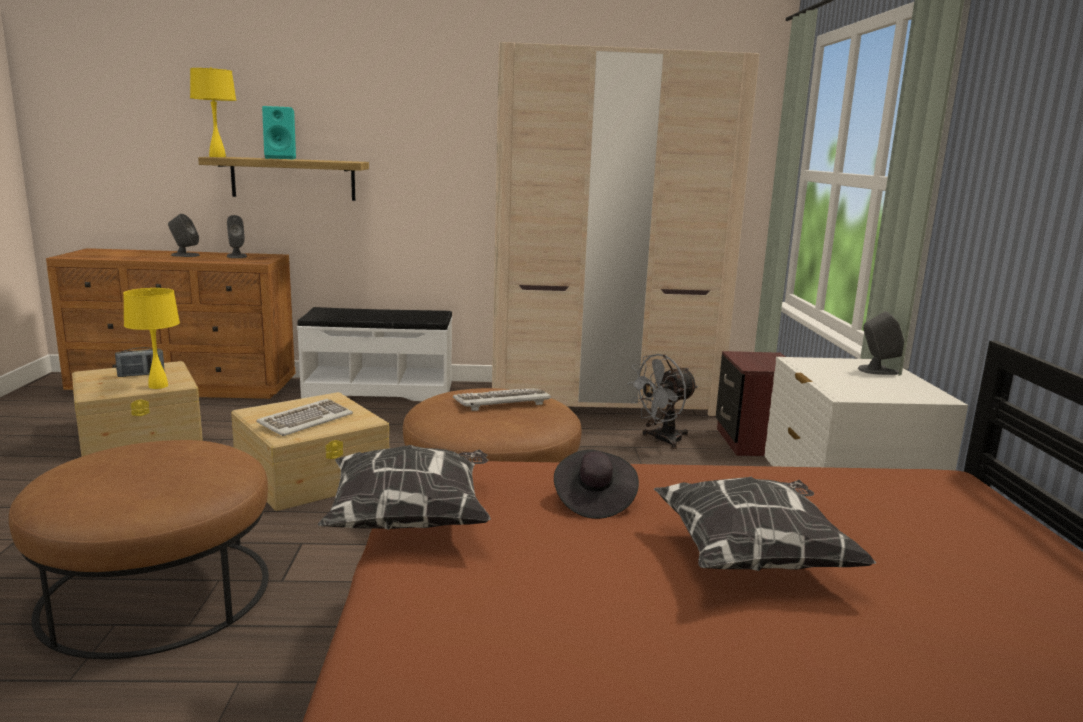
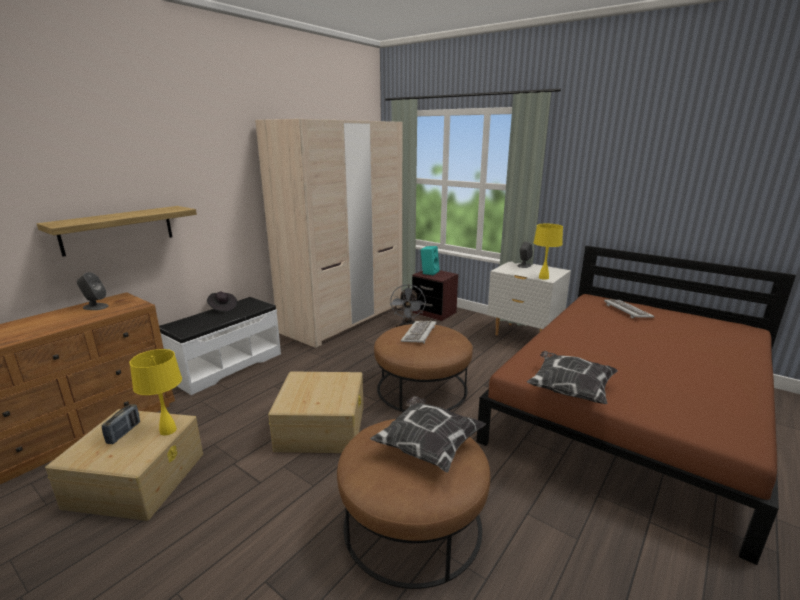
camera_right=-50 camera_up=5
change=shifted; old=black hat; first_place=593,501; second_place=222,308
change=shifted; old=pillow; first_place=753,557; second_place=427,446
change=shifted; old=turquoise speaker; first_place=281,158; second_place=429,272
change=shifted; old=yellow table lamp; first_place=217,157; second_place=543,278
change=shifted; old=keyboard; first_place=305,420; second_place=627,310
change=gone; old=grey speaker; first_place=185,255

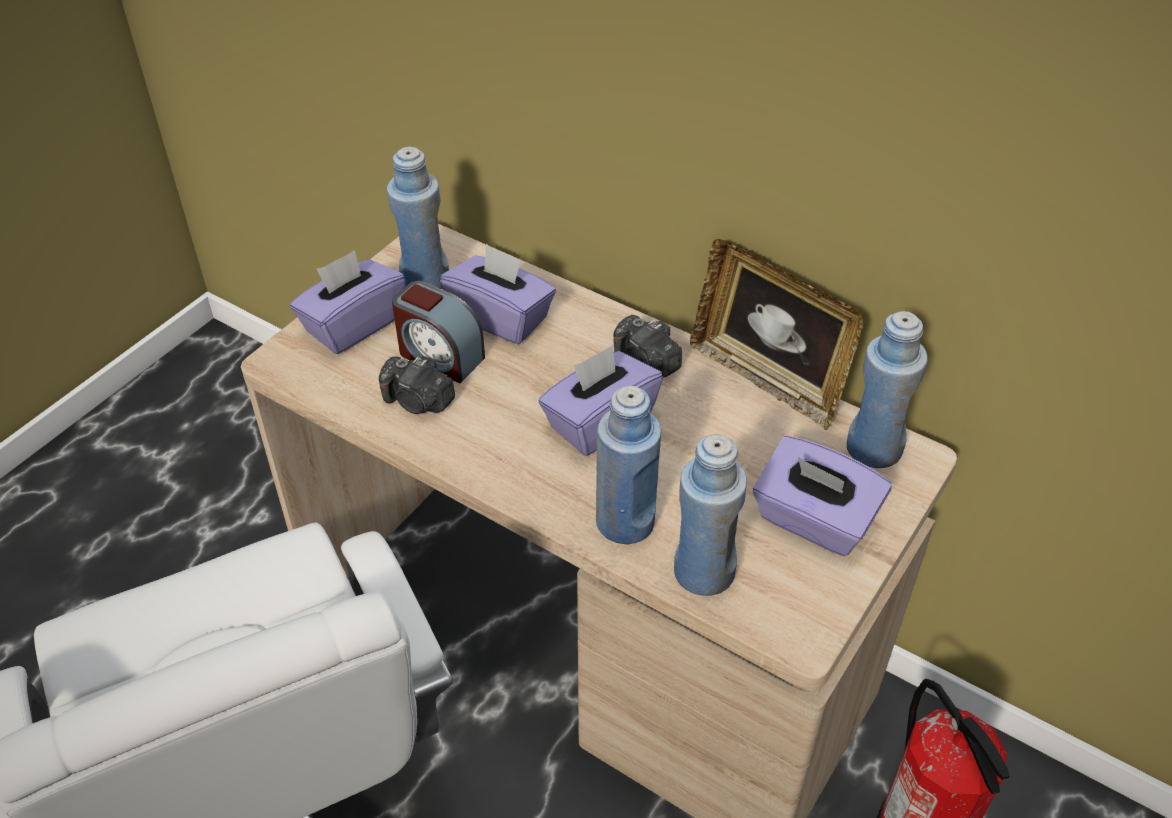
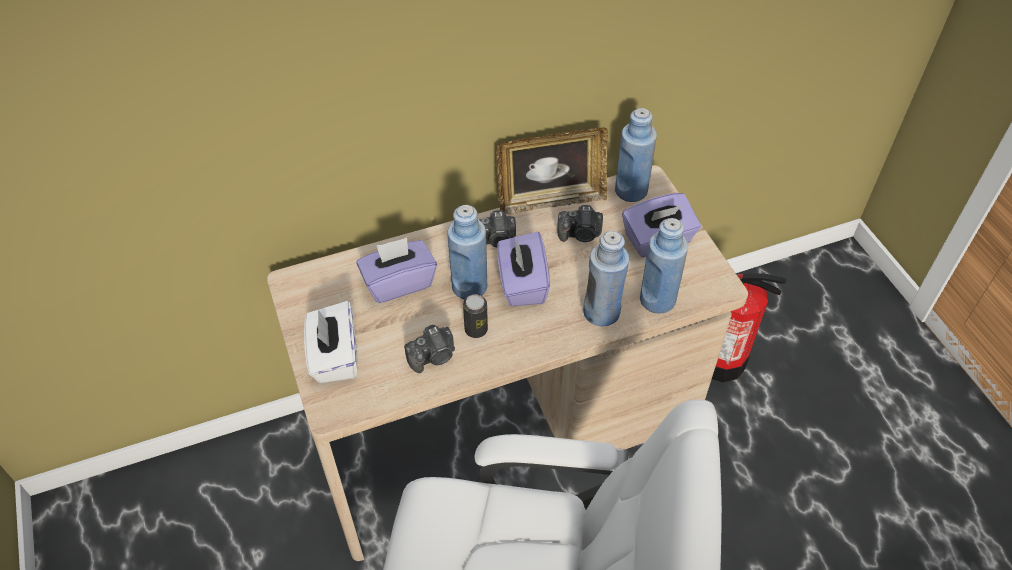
camera_right=-55 camera_up=5
change=repainted; old=purple tissue box; new=white tissue box; first_place=353,325; second_place=334,357
change=shifted; old=blue bottle; first_place=425,279; second_place=469,287
change=new; new=can; second_place=476,329
change=new; new=photo camera; second_place=580,234
change=gone; old=alarm clock; first_place=439,356

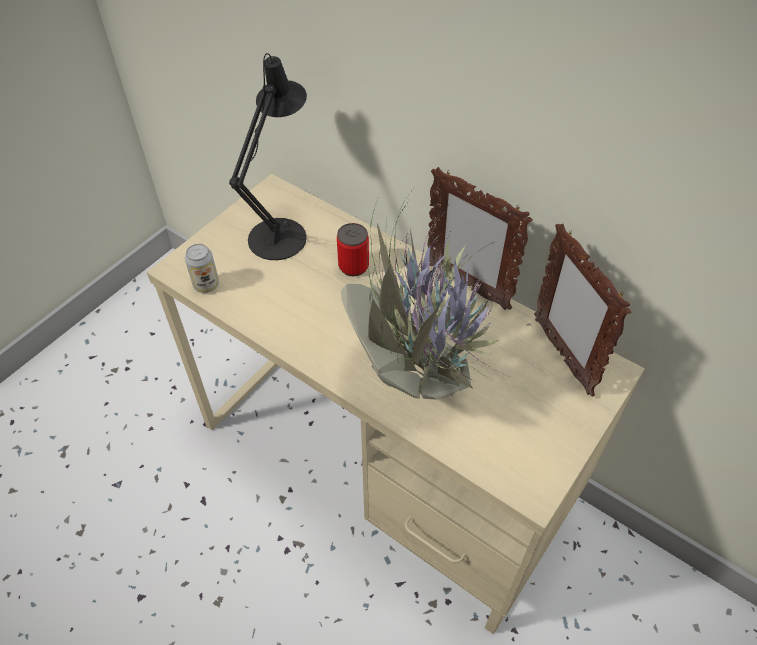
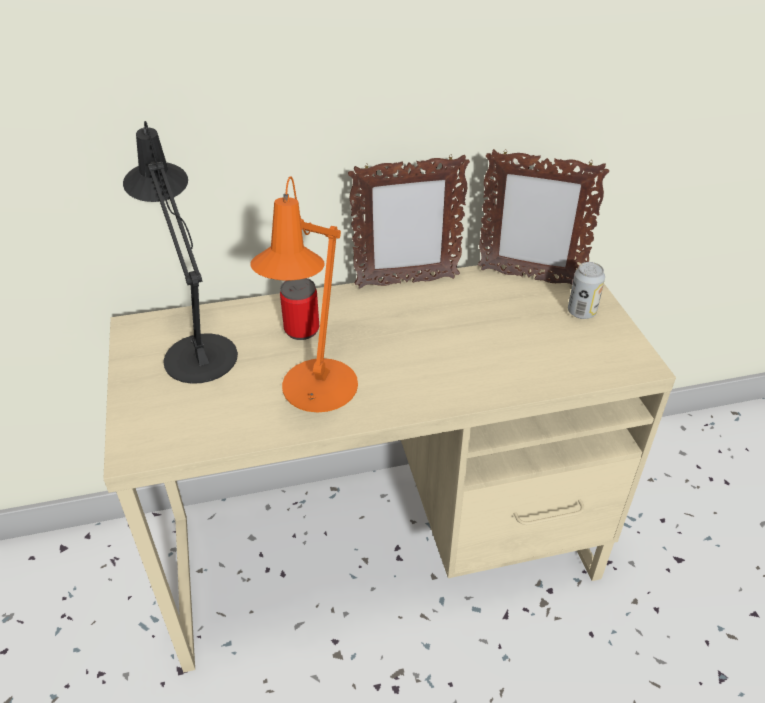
camera_right=-50 camera_up=-10
change=new; new=orange table lamp; second_place=316,393
change=shifted; old=can; first_place=206,285; second_place=581,312
change=gone; old=potted plant; first_place=418,373

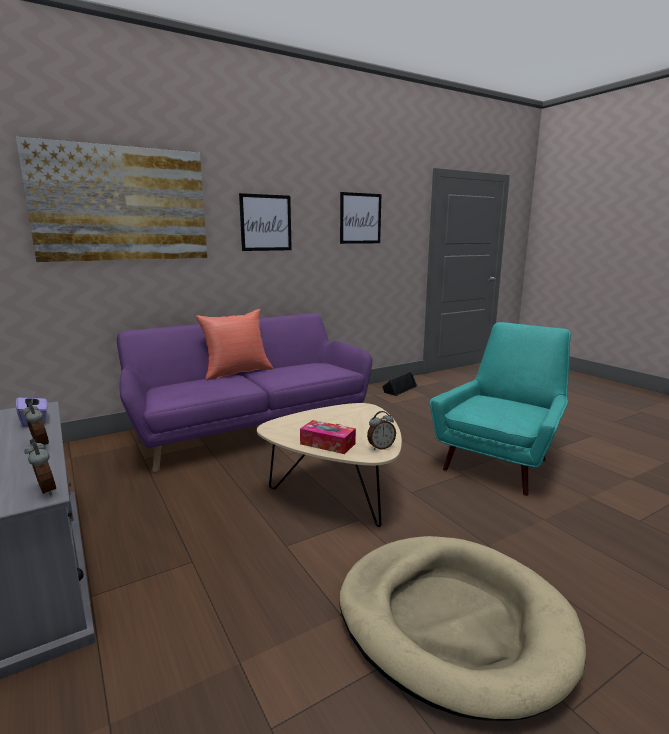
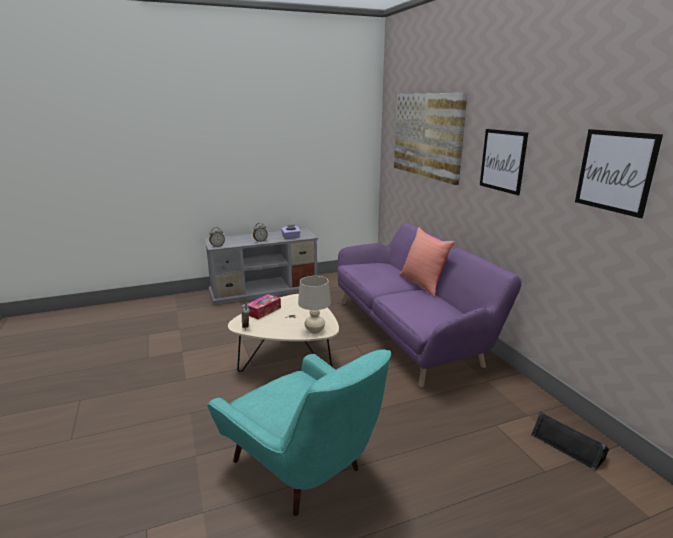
camera_right=100 camera_up=5
change=new; new=beige table lamp; second_place=315,331
change=gone; old=beige dog bed; first_place=453,622

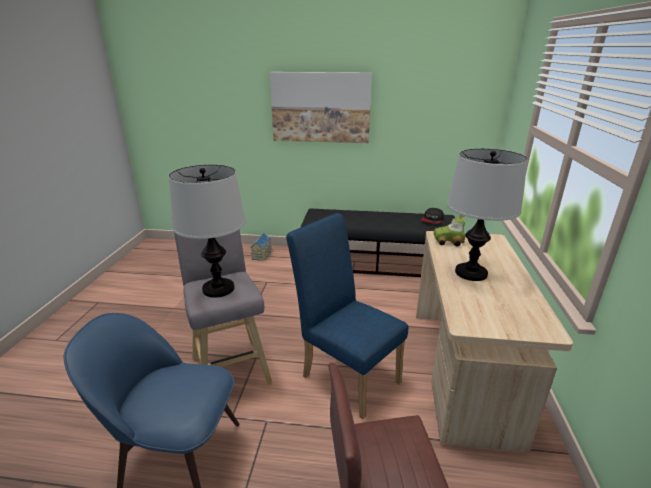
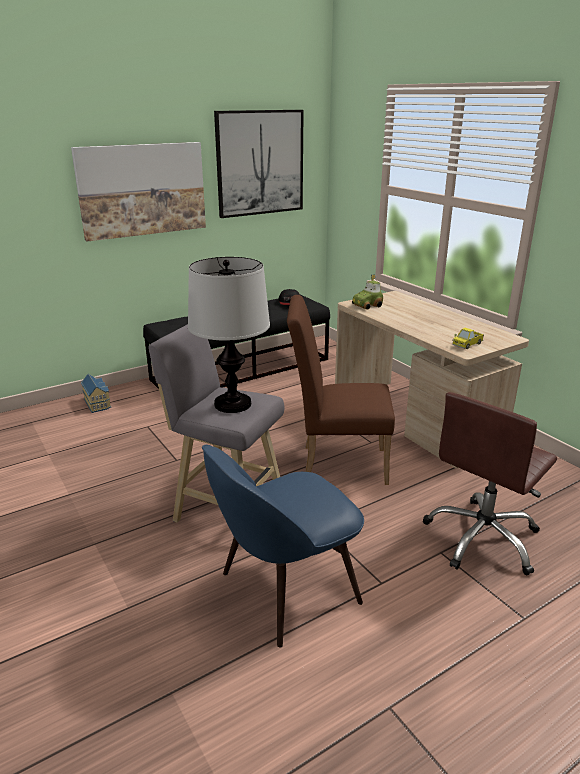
camera_right=-40 camera_up=0
change=new; new=picture; second_place=260,163
change=repainted; old=blue chair; new=brown chair; first_place=346,374; second_place=336,463
change=new; new=toy truck; second_place=467,344
change=gone; old=table lamp; first_place=470,272

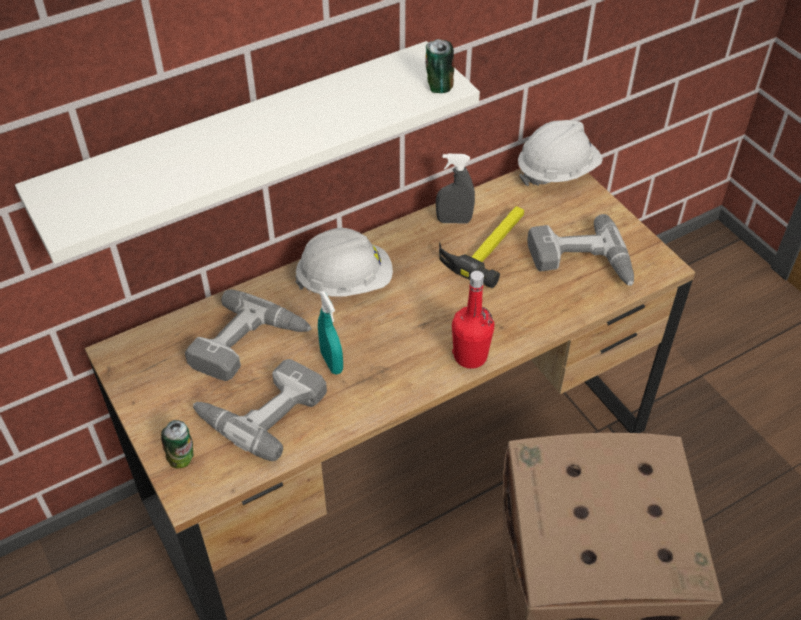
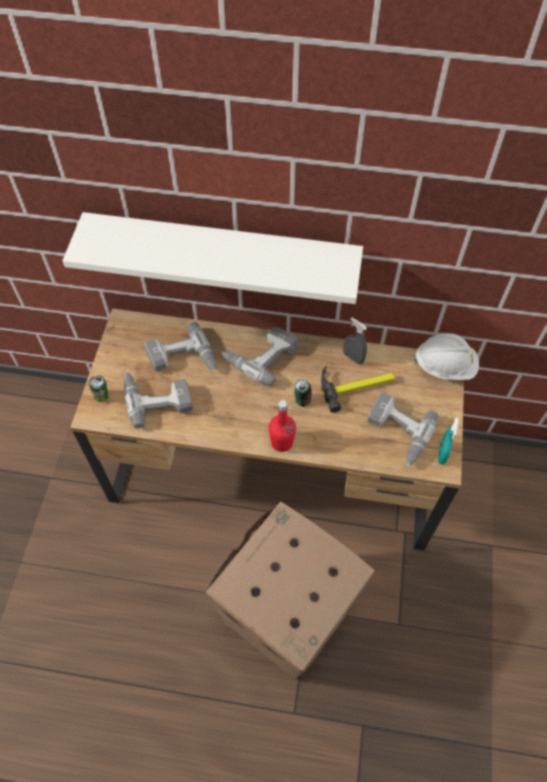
camera_right=40 camera_up=10
change=swapped; old=white hard hat; new=power drill; first_place=345,282; second_place=260,356
change=shifted; old=can; first_place=438,87; second_place=302,400
change=shifted; old=turquoise spray bottle; first_place=331,362; second_place=442,454

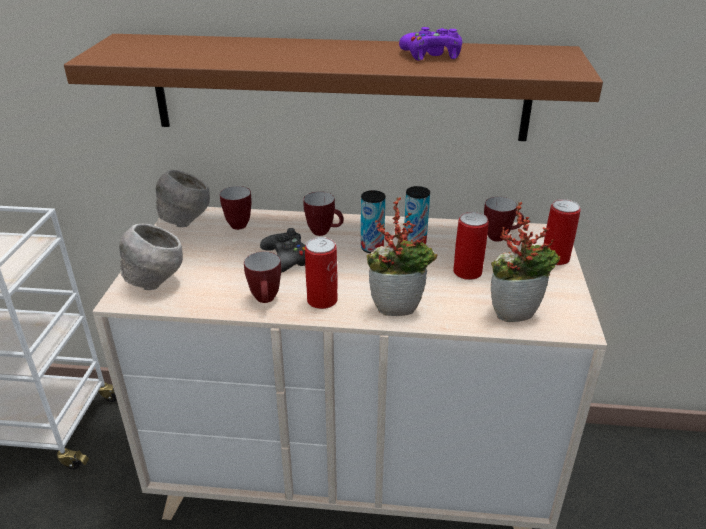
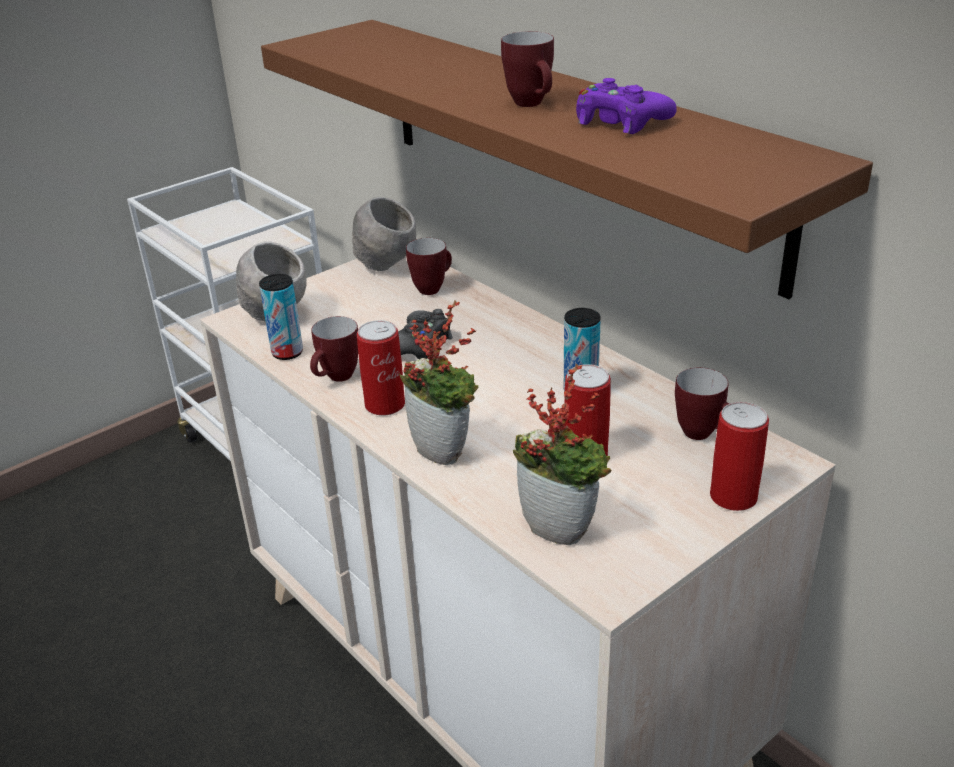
camera_right=45 camera_up=0
change=shifted; old=can; first_place=372,248; second_place=287,353
change=shifted; old=mug; first_place=324,232; second_place=532,105

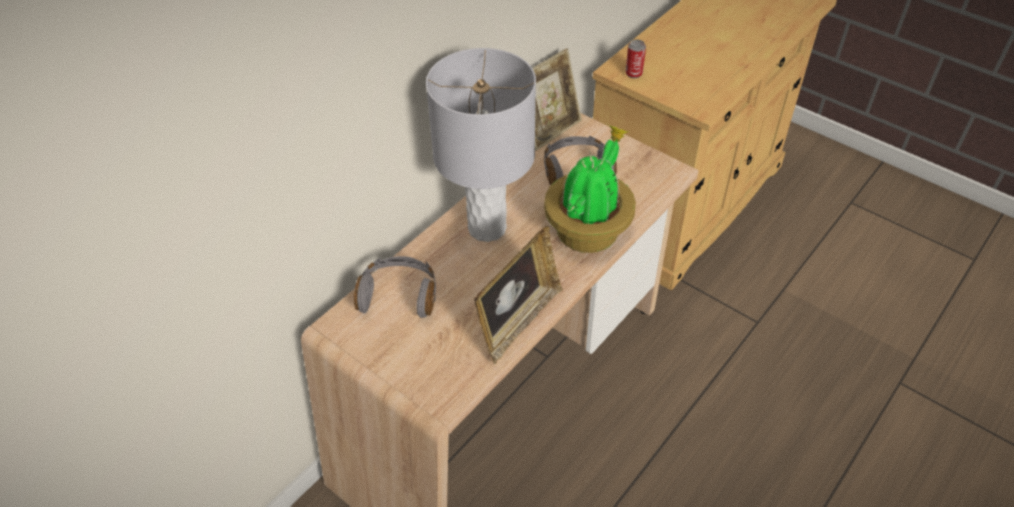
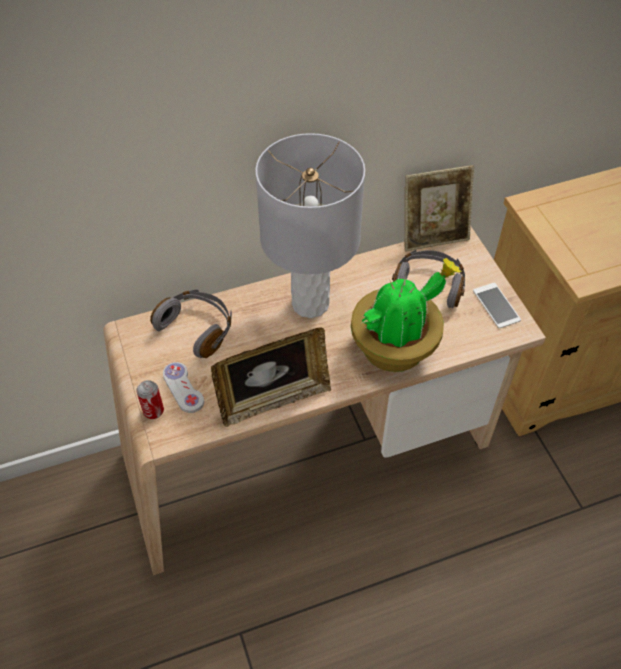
camera_right=30 camera_up=5
change=shifted; old=can; first_place=633,73; second_place=153,411
change=new; new=white game controller; second_place=183,388
change=new; new=phone; second_place=496,305

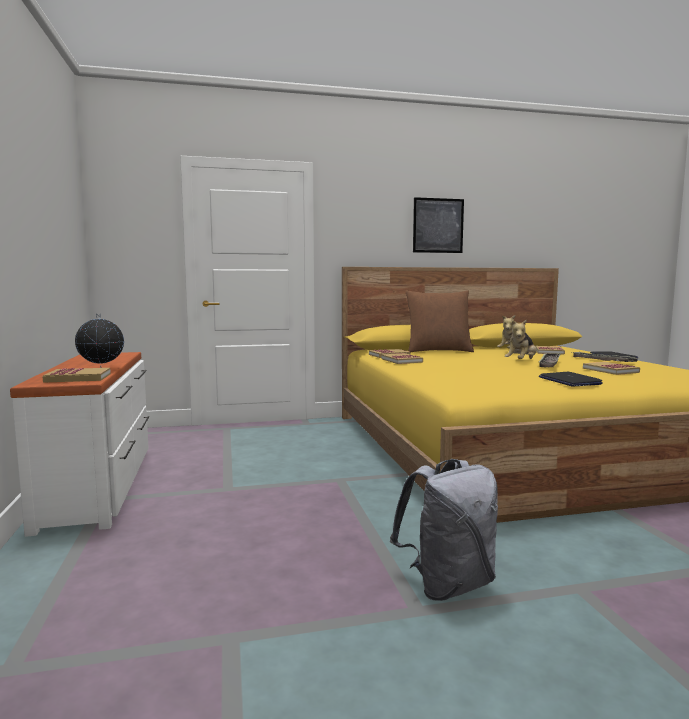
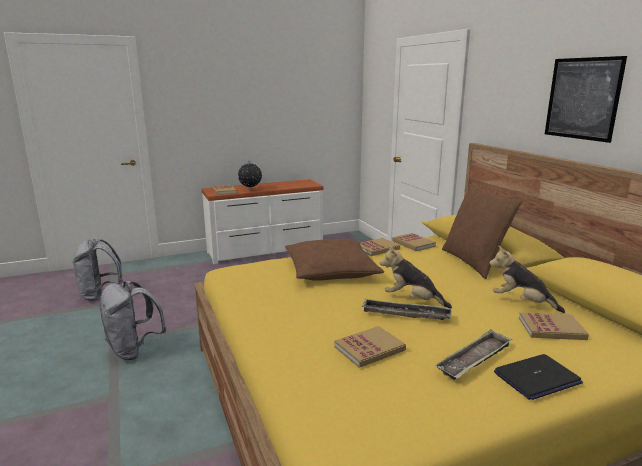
camera_right=80 camera_up=10
change=new; new=grey backpack; second_place=100,295
change=new; new=brown pillow; second_place=330,270
change=gone; old=laptop; first_place=569,381

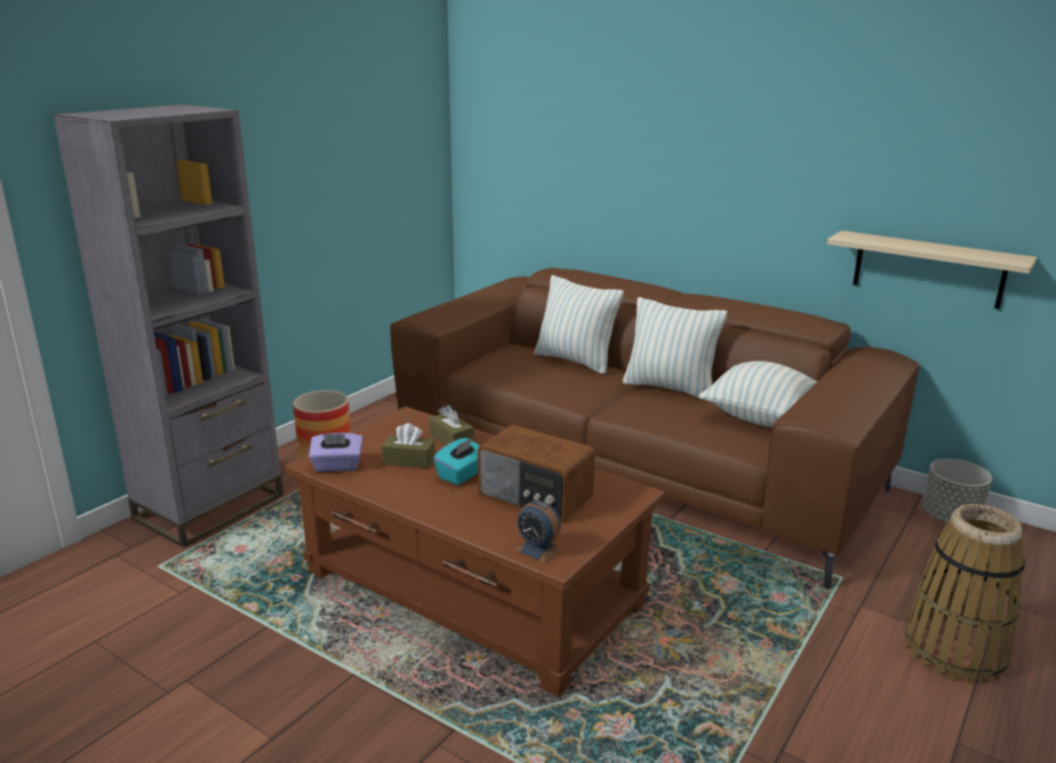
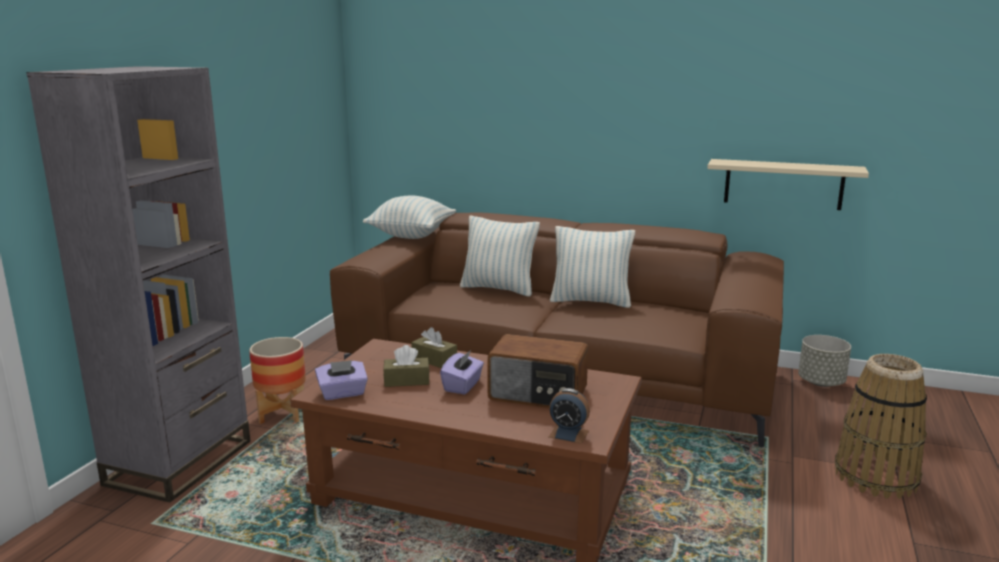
camera_right=-15 camera_up=-5
change=shifted; old=pillow; first_place=760,417; second_place=411,235
change=repainted; old=turquoise tissue box; new=purple tissue box; first_place=462,475; second_place=463,386

